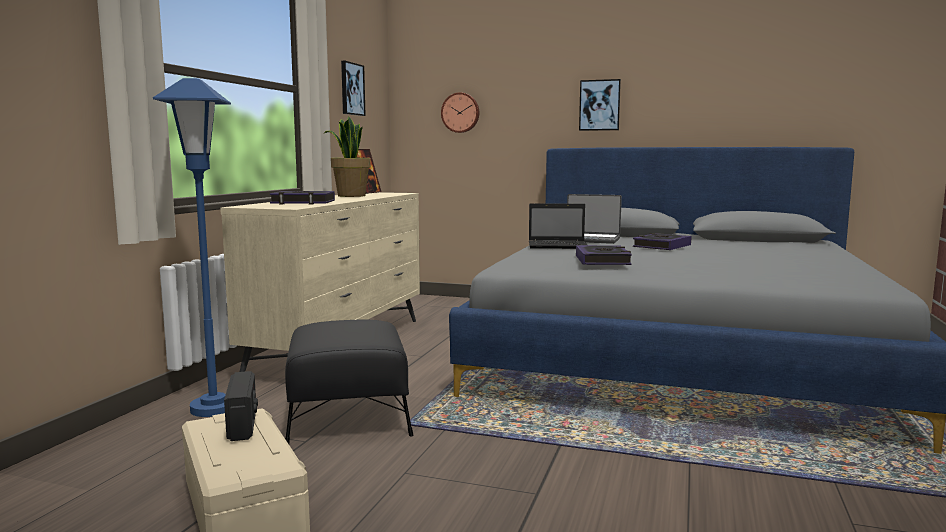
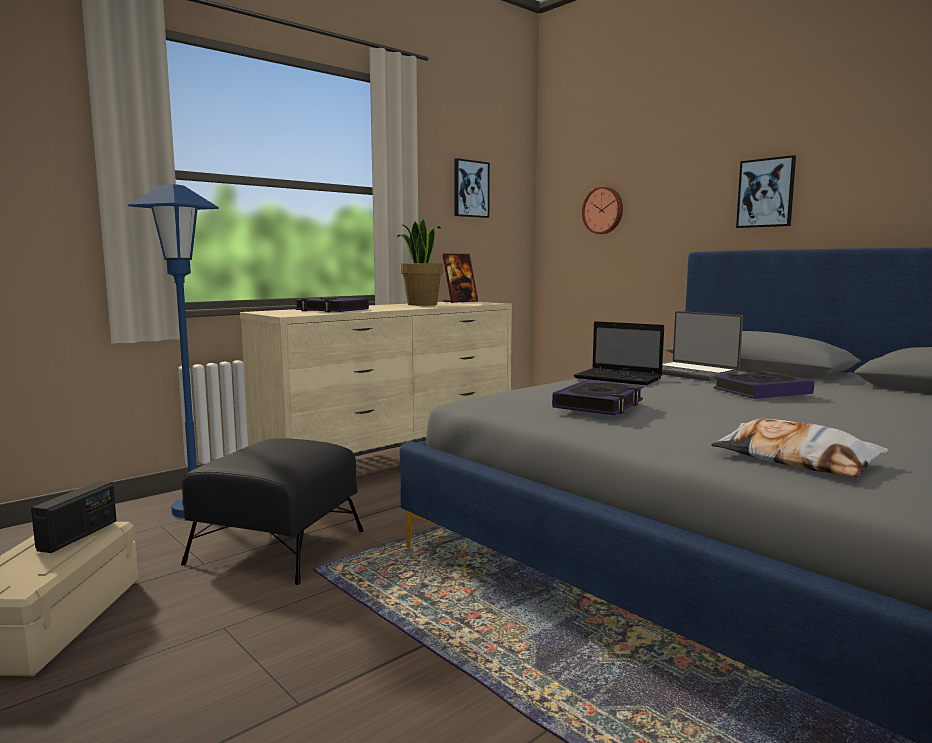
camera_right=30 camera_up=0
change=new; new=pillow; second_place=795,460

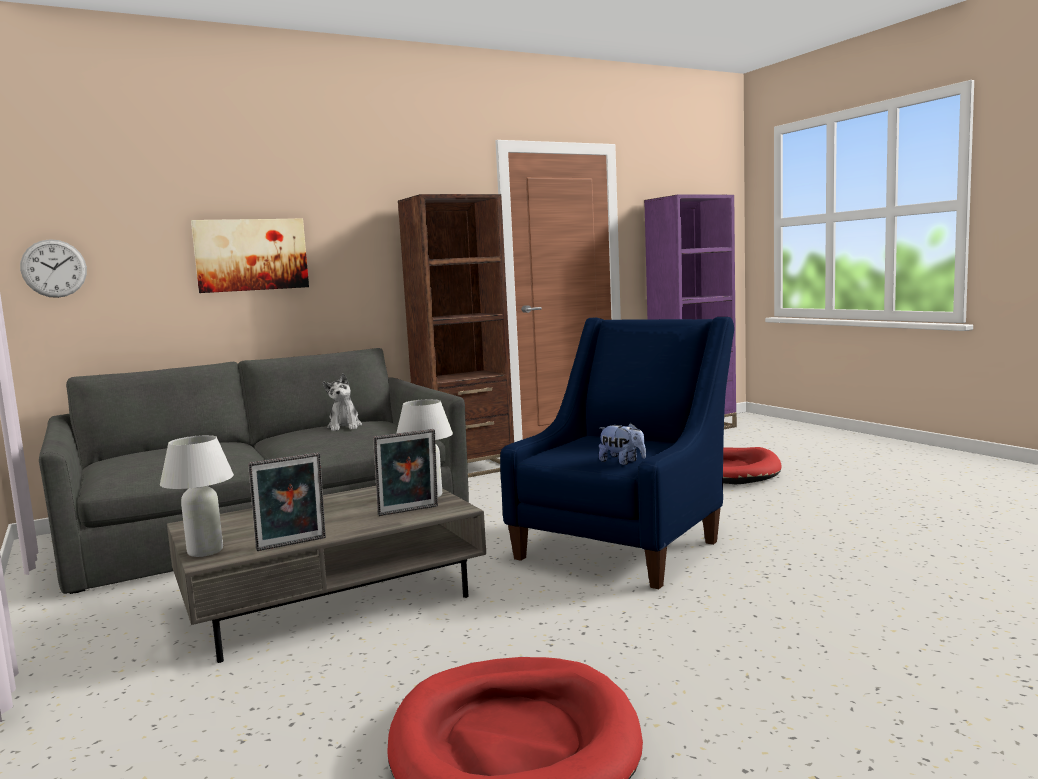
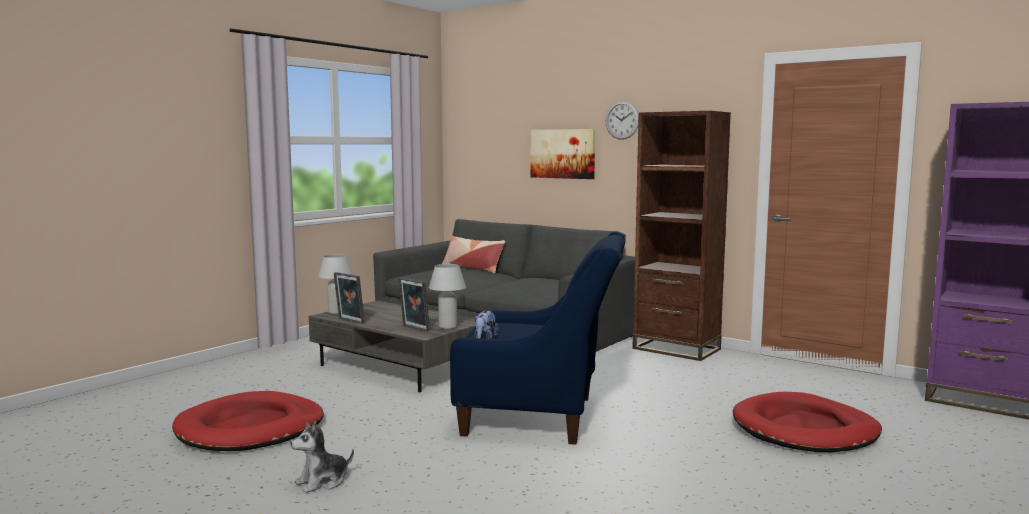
camera_right=65 camera_up=0
change=shifted; old=plush toy; first_place=345,426; second_place=322,482
change=new; new=pillow; second_place=472,268
change=shifted; old=wall clock; first_place=54,268; second_place=622,120

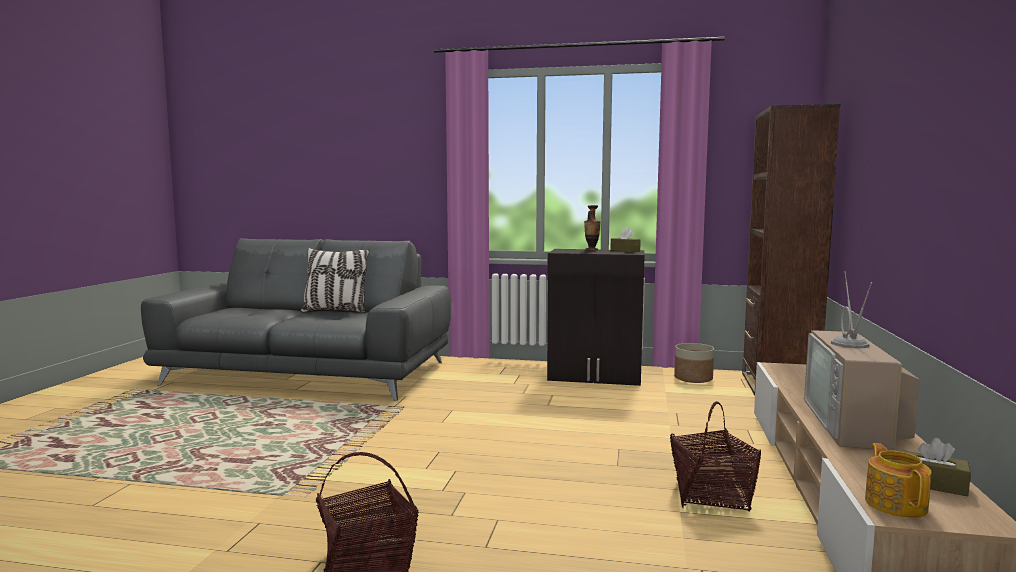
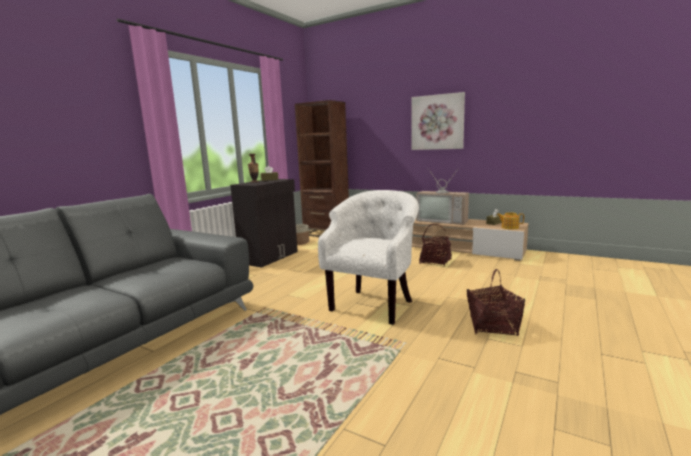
camera_right=-70 camera_up=5
change=new; new=white armchair; second_place=374,304
change=new; new=picture; second_place=437,122
change=gone; old=pillow; first_place=335,311

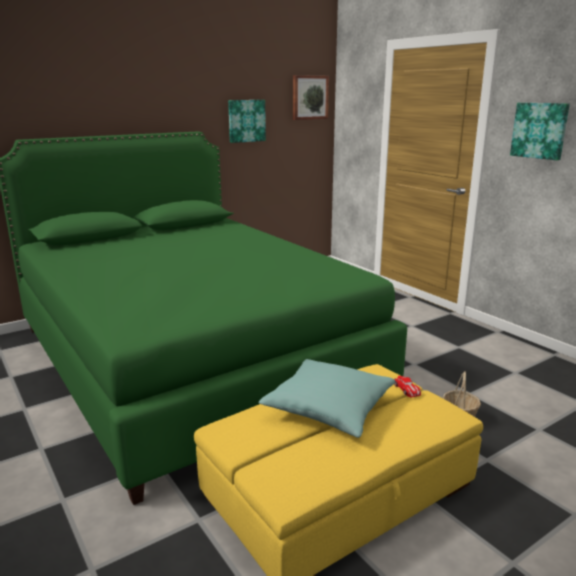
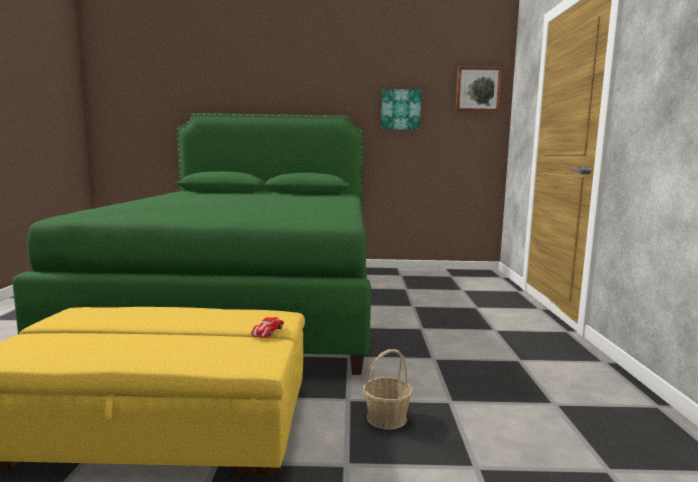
camera_right=35 camera_up=-10
change=gone; old=turquoise pillow; first_place=329,409
change=gone; old=picture; first_place=540,130

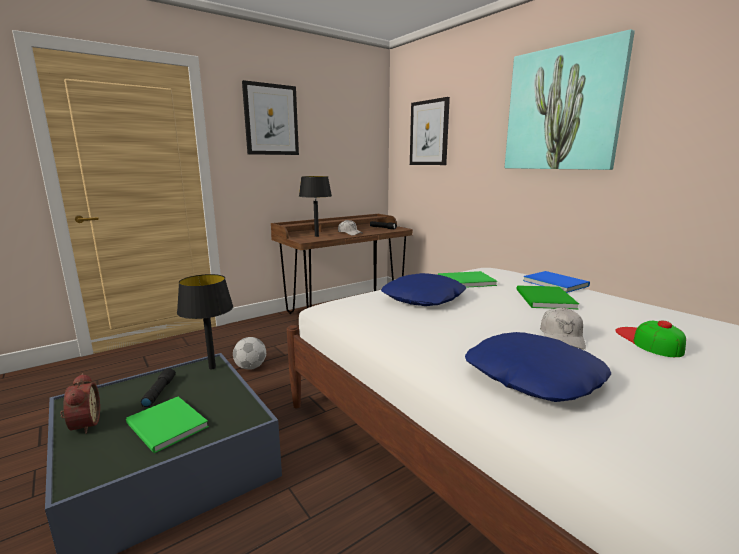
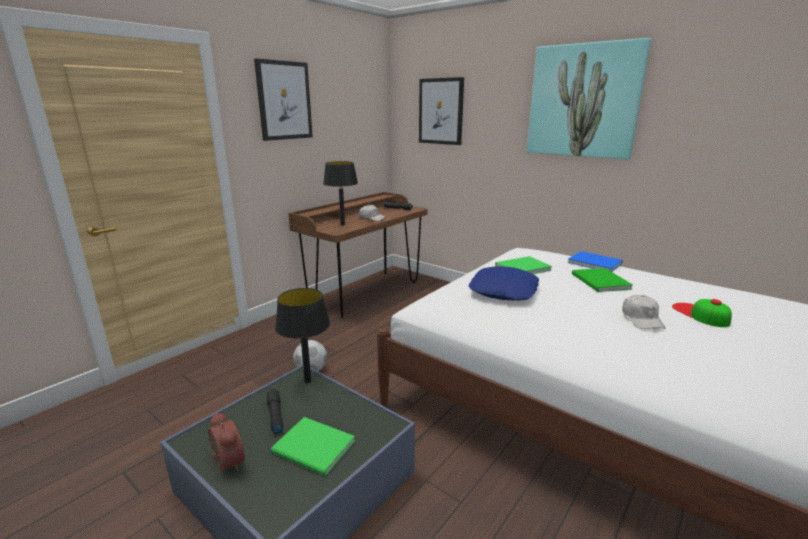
camera_right=-15 camera_up=5
change=gone; old=blue pillow; first_place=532,377

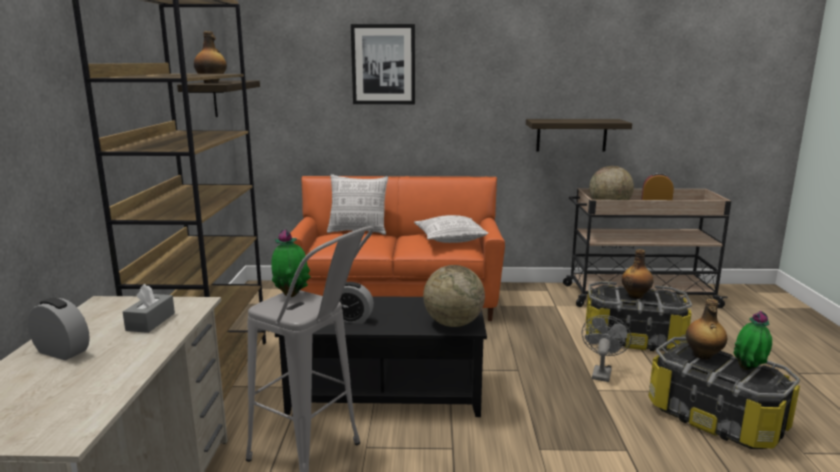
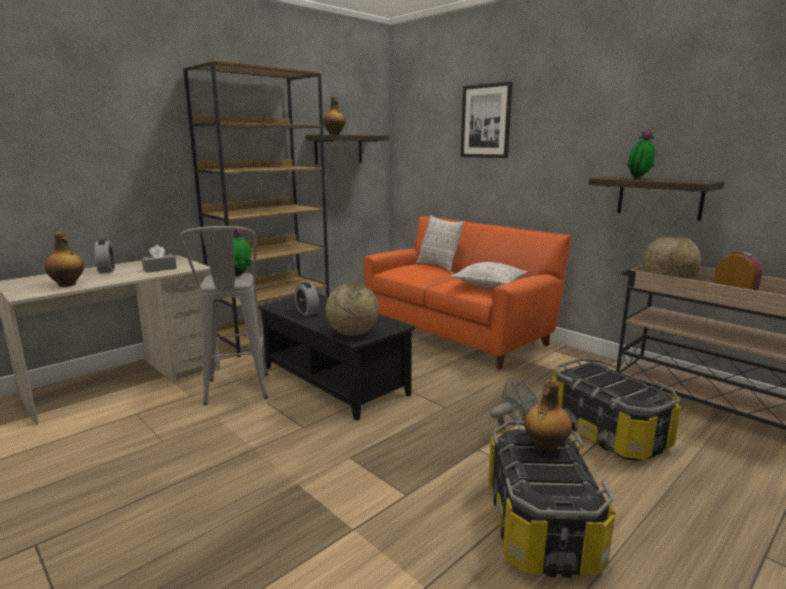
camera_right=45 camera_up=0
change=shifted; old=bottle; first_place=636,296; second_place=68,285
change=shifted; old=potted plant; first_place=749,369; second_place=638,178

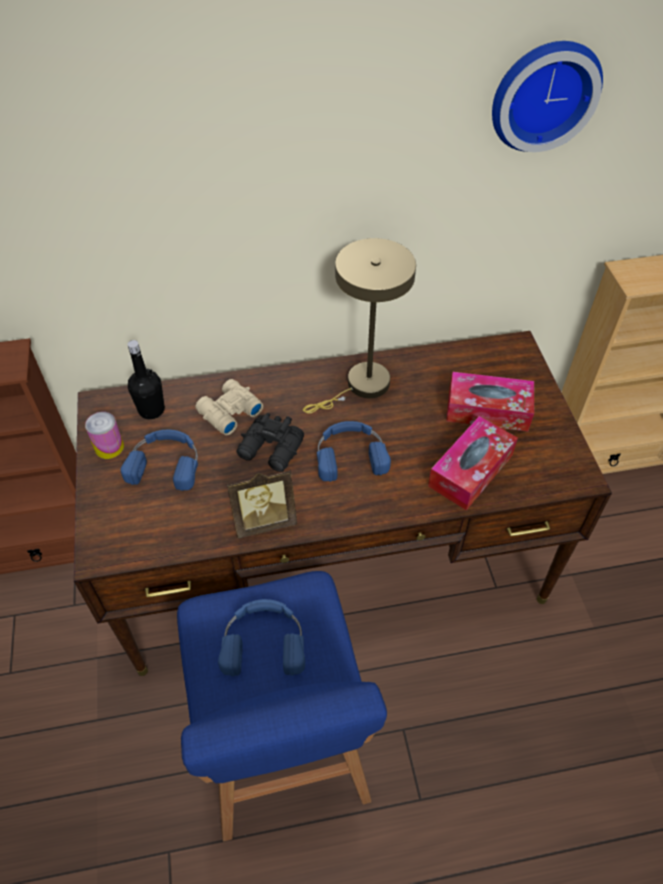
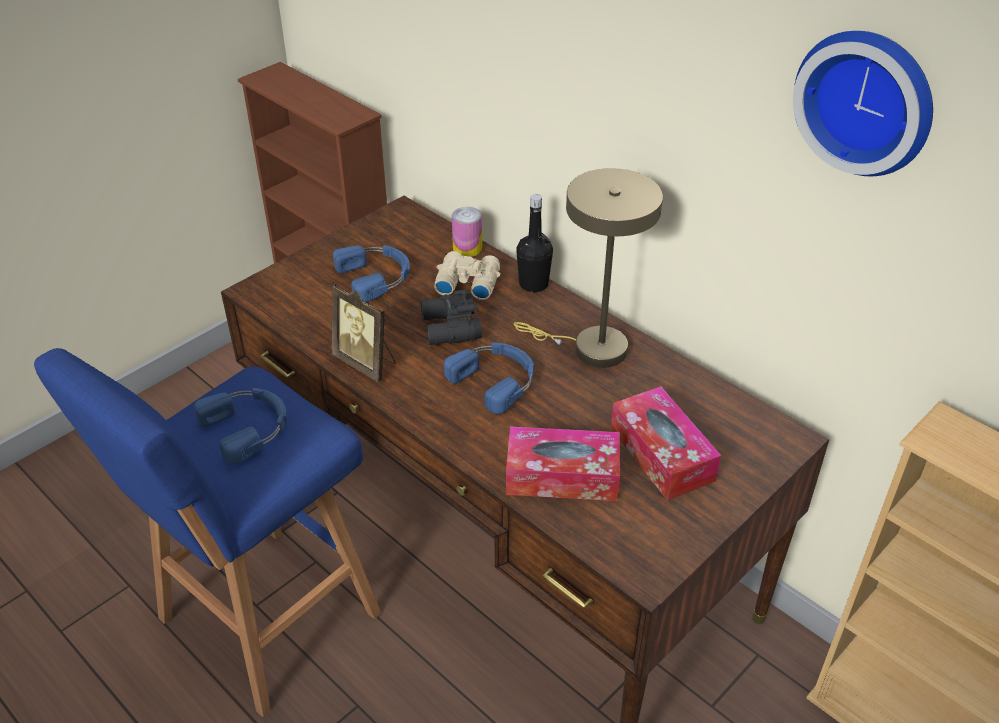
camera_right=55 camera_up=-10
change=shifted; old=can; first_place=109,447; second_place=467,248
change=shifted; old=black bottle; first_place=151,410; second_place=533,284

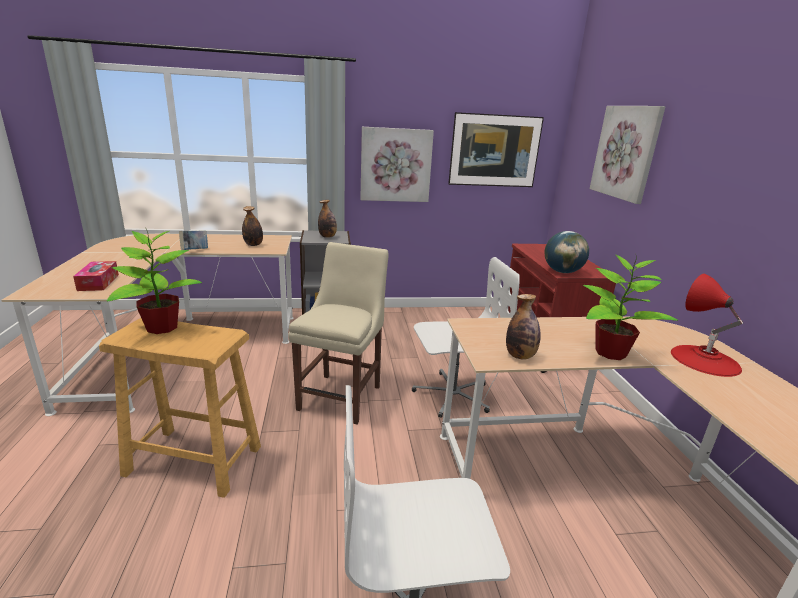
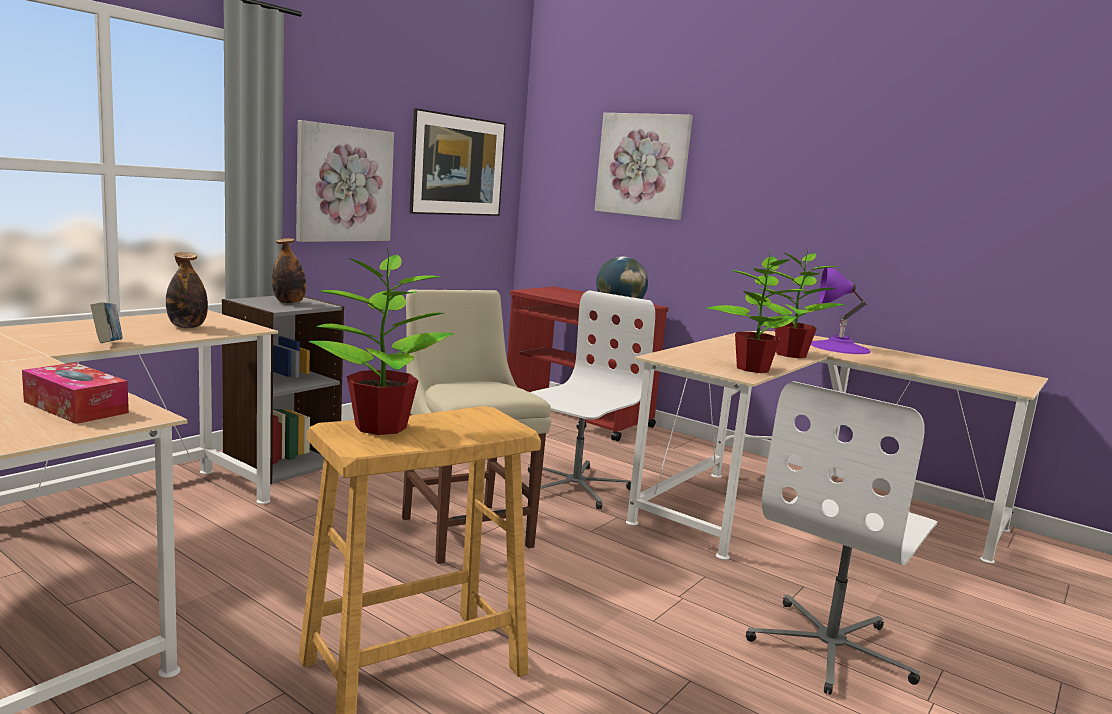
camera_right=-45 camera_up=-10
change=swapped; old=bottle; new=potted plant; first_place=520,356; second_place=752,368
change=repainted; old=red table lamp; new=purple table lamp; first_place=704,360; second_place=839,347

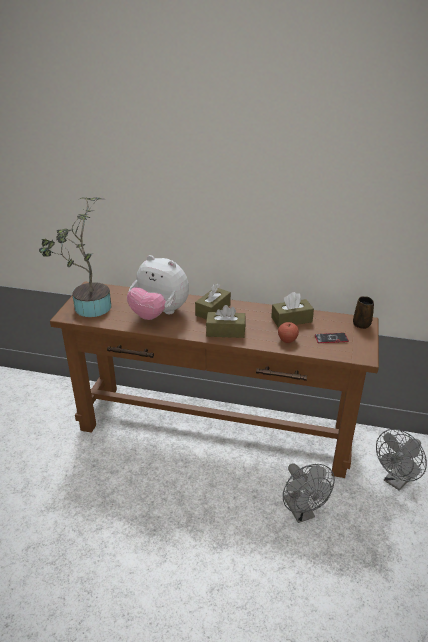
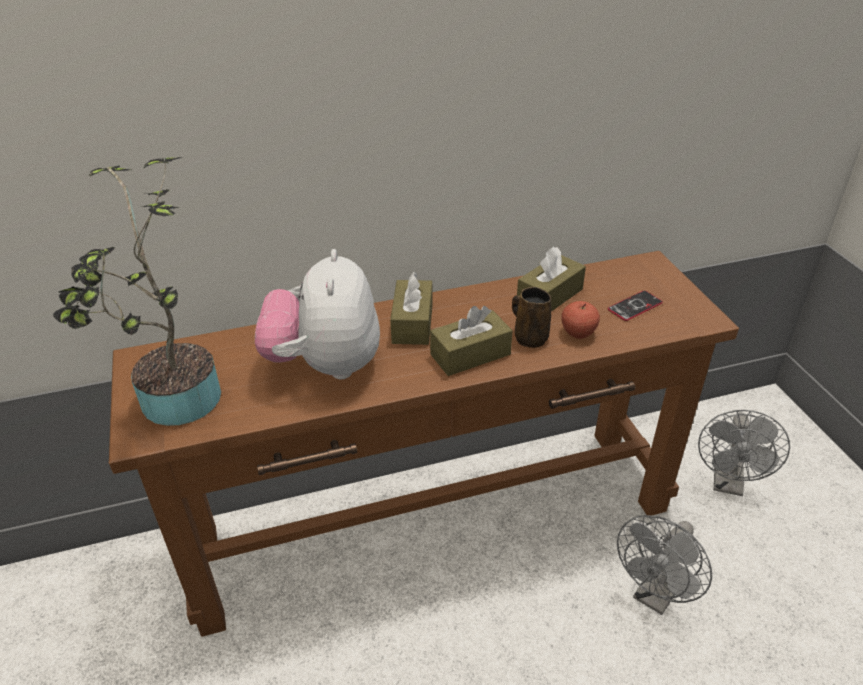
camera_right=-30 camera_up=5
change=rotated; old=plush toy; first_place=159,314; second_place=325,365; degrees=90
change=shifted; old=brown mug; first_place=361,323; second_place=529,337
change=rotated; old=grey fan; first_place=302,512; second_place=655,596; degrees=90

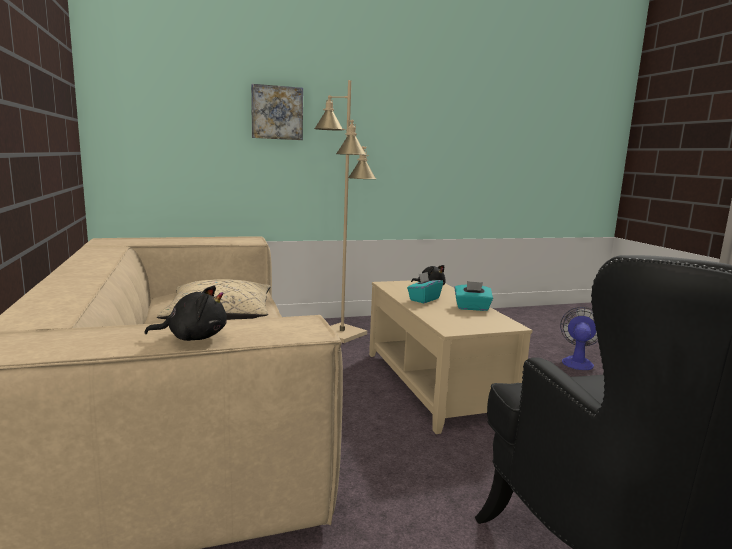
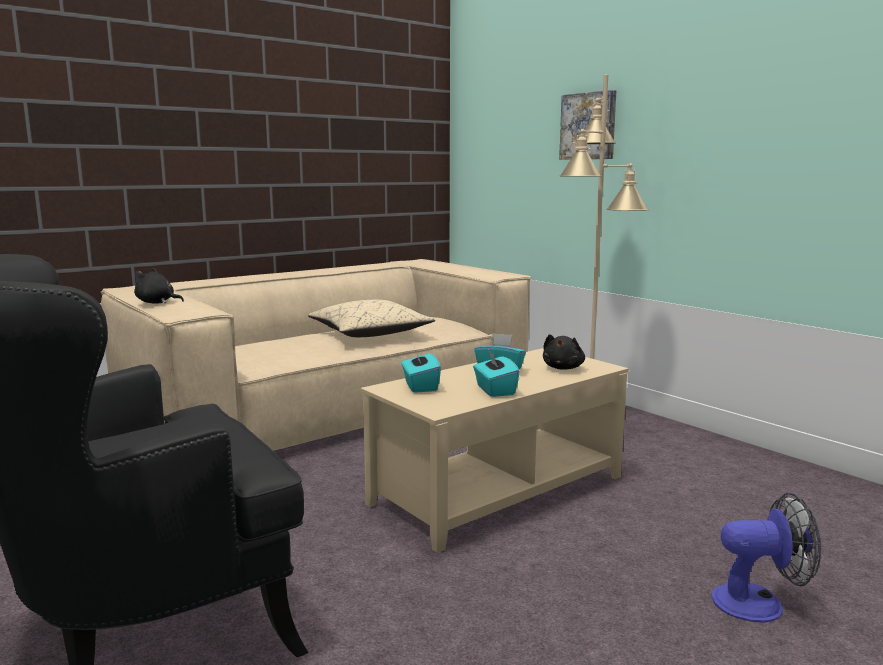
camera_right=70 camera_up=0
change=rotated; old=black plush toy; first_place=193,337; second_place=157,303; degrees=135
change=new; new=turquoise tissue box; second_place=420,386

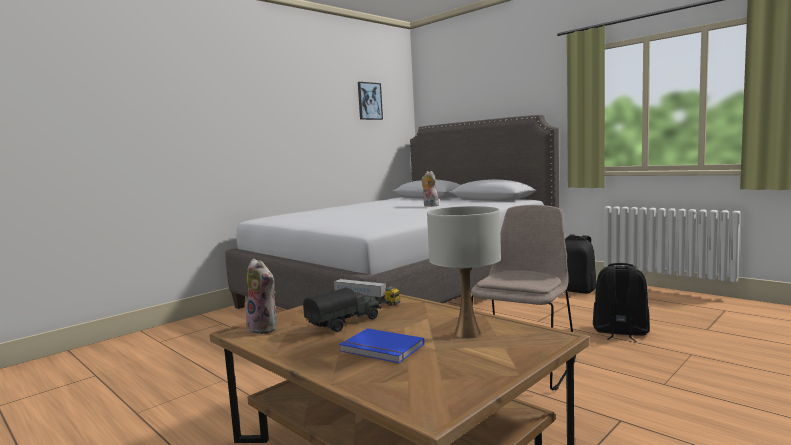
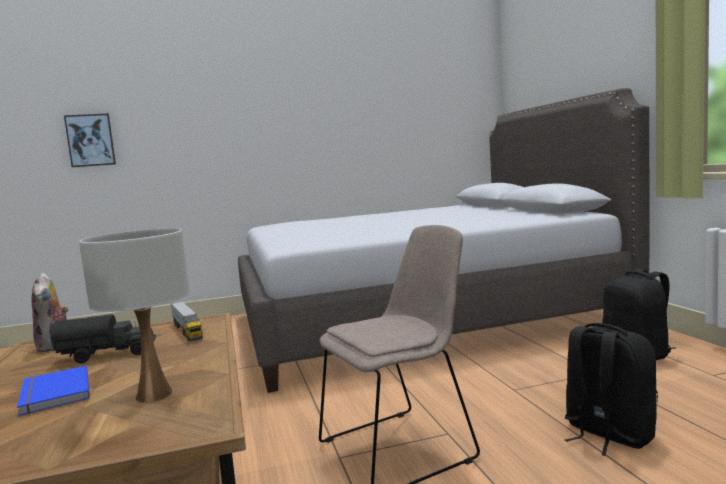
camera_right=30 camera_up=0
change=shifted; old=picture; first_place=369,101; second_place=90,140
change=gone; old=plush toy; first_place=429,206

